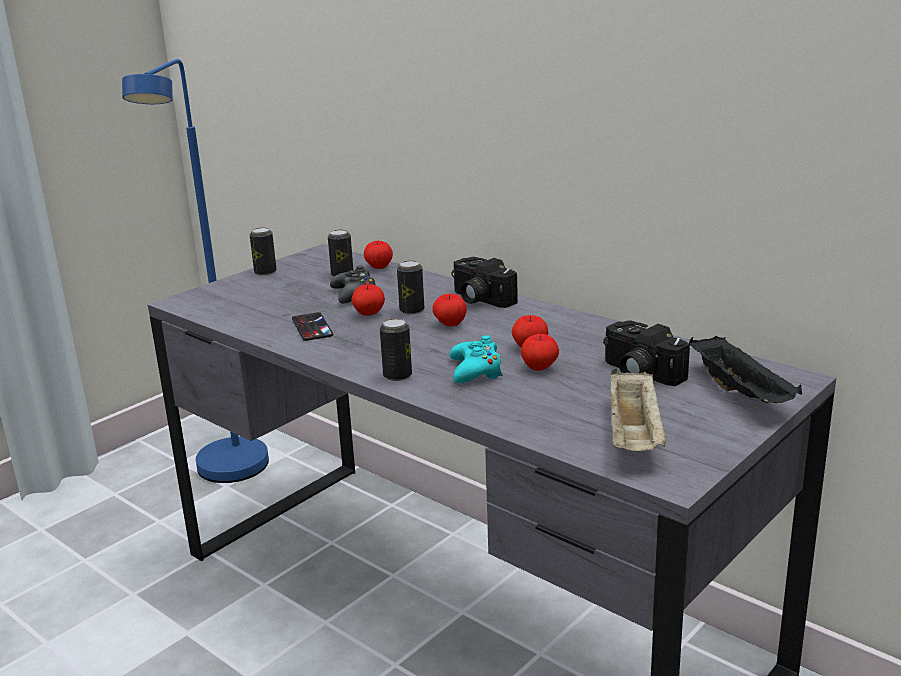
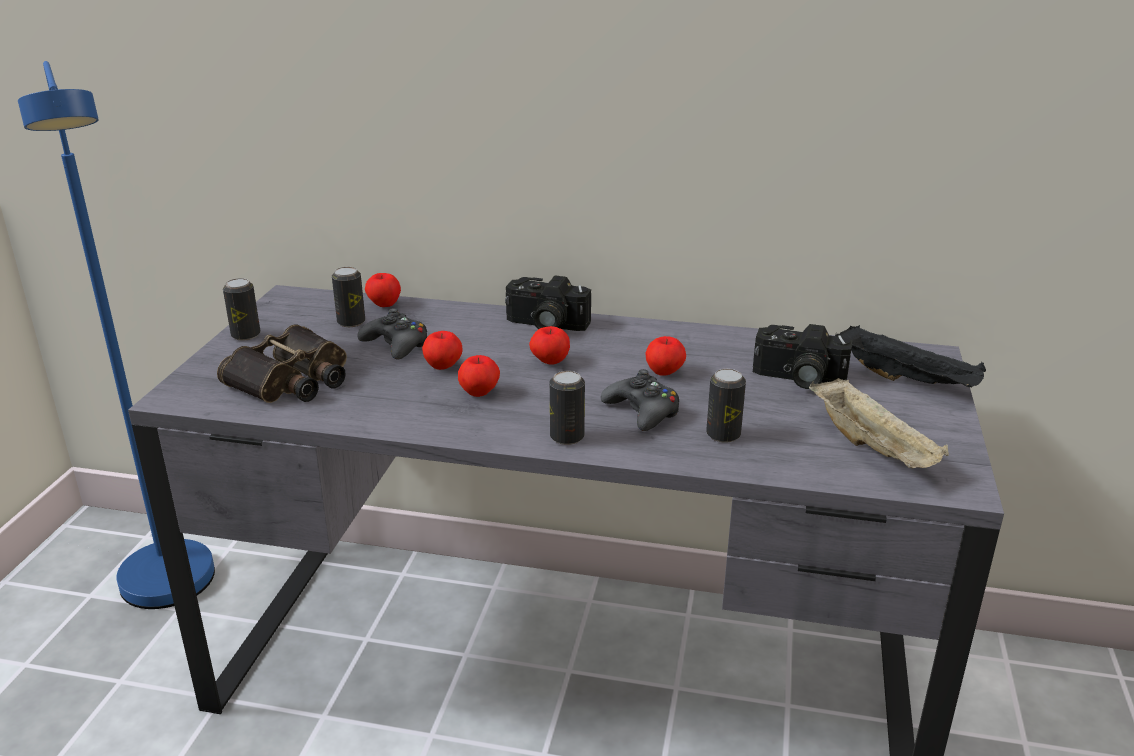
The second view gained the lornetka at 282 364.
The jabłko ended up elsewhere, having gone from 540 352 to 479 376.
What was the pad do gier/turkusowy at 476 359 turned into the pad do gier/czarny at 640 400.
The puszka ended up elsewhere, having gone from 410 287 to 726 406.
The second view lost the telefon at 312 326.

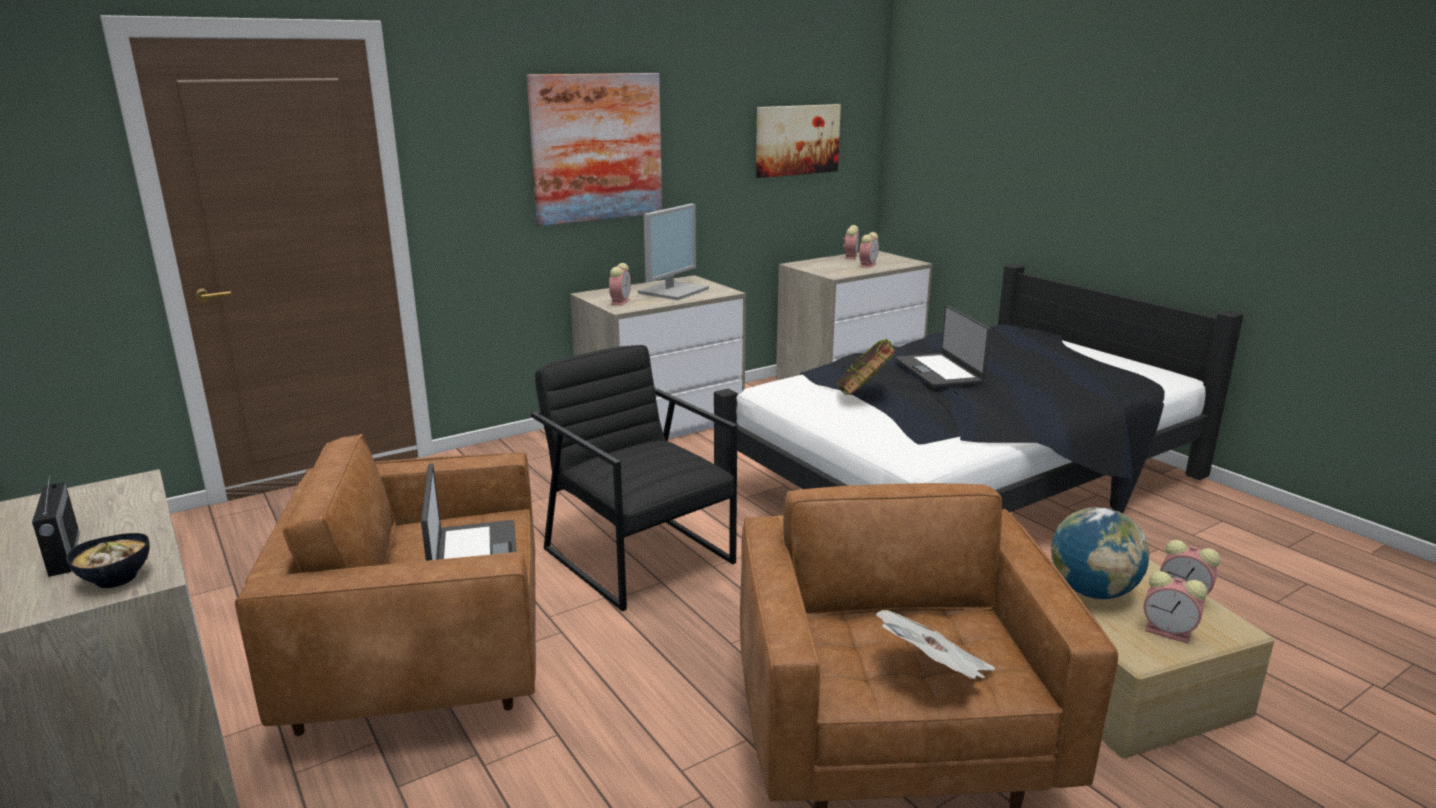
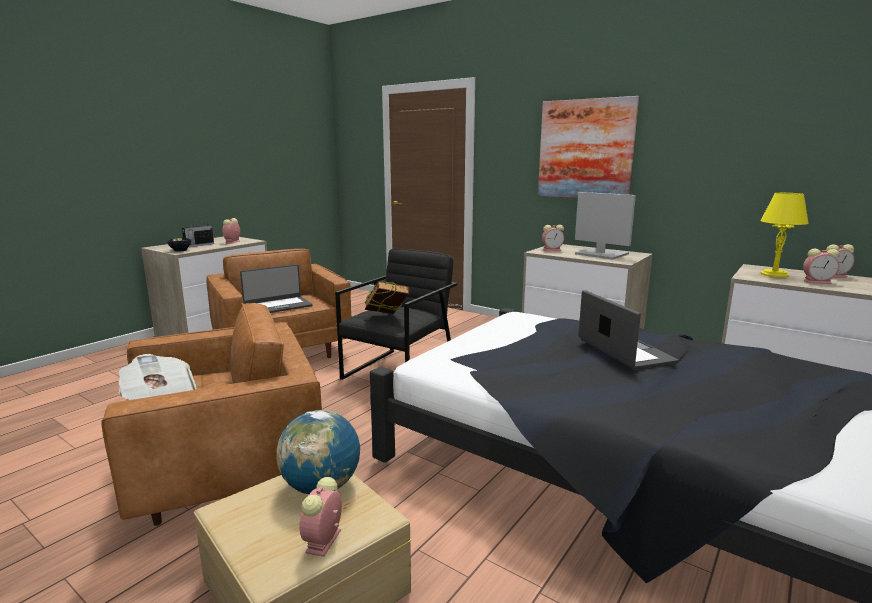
The budzik ended up elsewhere, having gone from 1175 607 to 231 231.
The książka ended up elsewhere, having gone from 866 367 to 387 297.
The monitor at 673 252 ended up facing another way, 150 degrees counterclockwise from before.
The laptop at 943 346 ended up facing another way, 105 degrees clockwise from before.
The second view gained the lampa stołowa/żółty at 784 235.
The second view lost the obraz at 798 141.

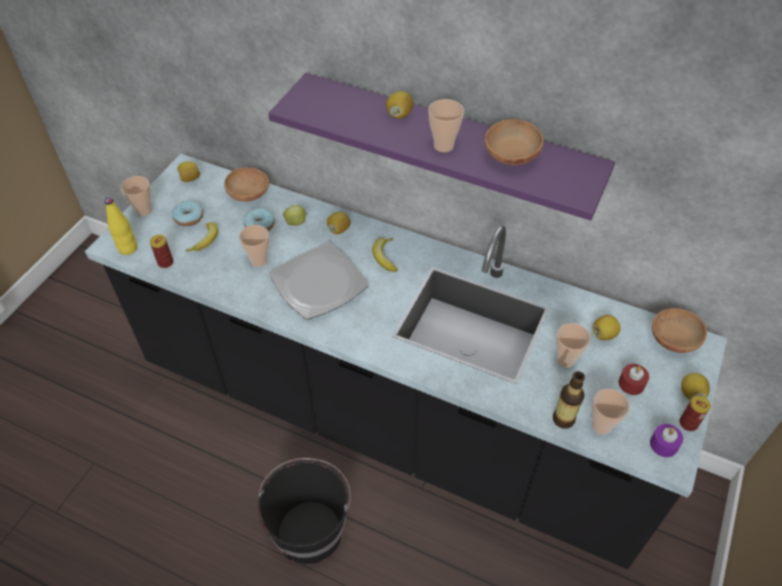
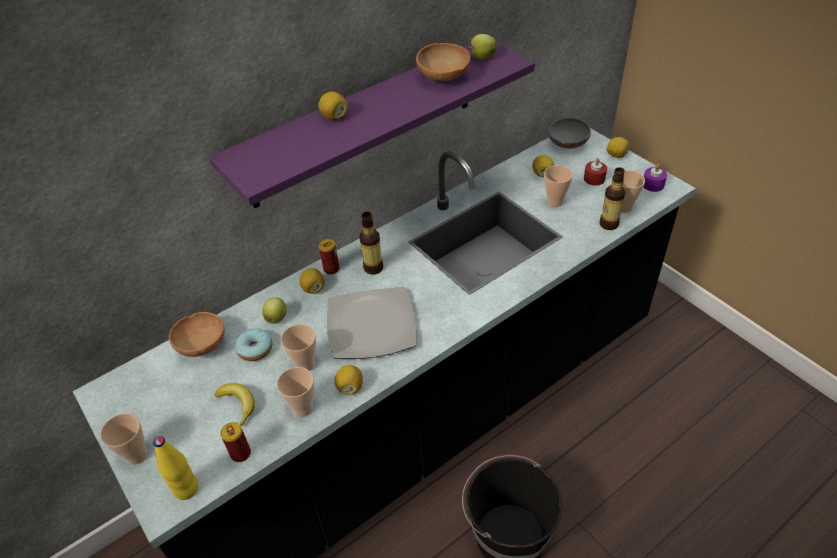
The filiżanka ended up elsewhere, having gone from 446 125 to 295 392.
The puszka ended up elsewhere, having gone from 695 413 to 329 257.
The cytryna ended up elsewhere, having gone from 188 171 to 348 380.
Where the banan stood at 384 255, the butelka came to stand at 371 243.
The second view gained the jabłko at 482 47.
What was the miska/brązowy at 679 330 turned into the miska/szary at 569 133.
The second view lost the donut at 187 213.

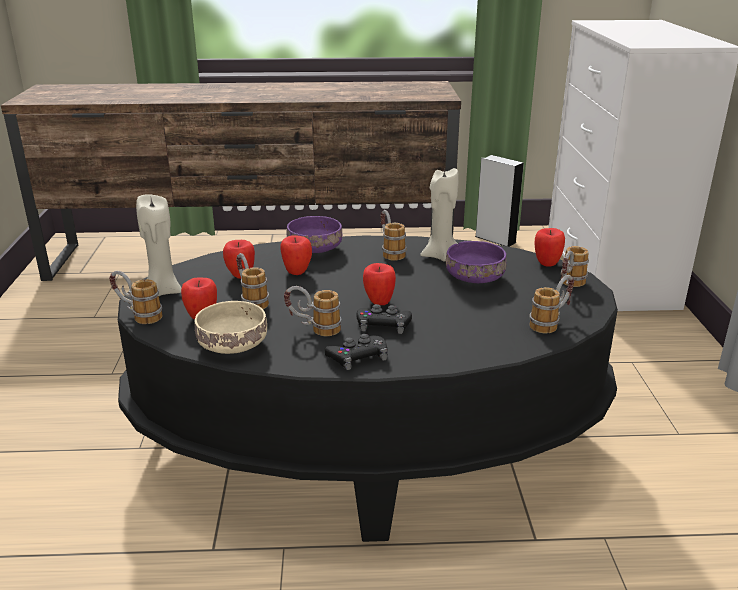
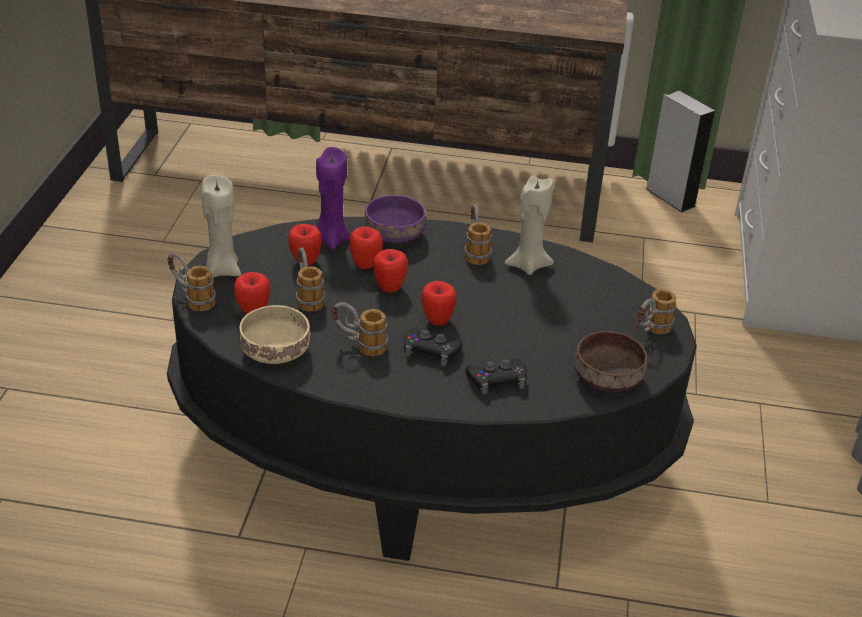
The second view gained the świeca/fioletowy at 333 198.
The jabłko ended up elsewhere, having gone from 550 247 to 390 271.
The pad do gier/czarny ended up elsewhere, having gone from 355 352 to 496 376.
Where the kubek stood at 551 304, the miska/brązowy came to stand at 610 361.
The second view lost the miska/fioletowy at 476 262.

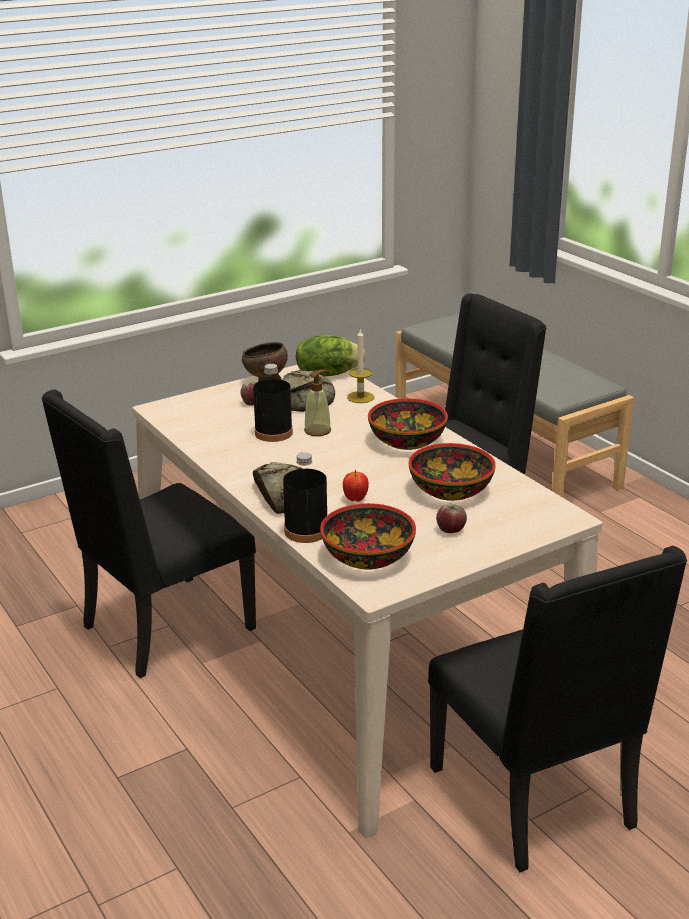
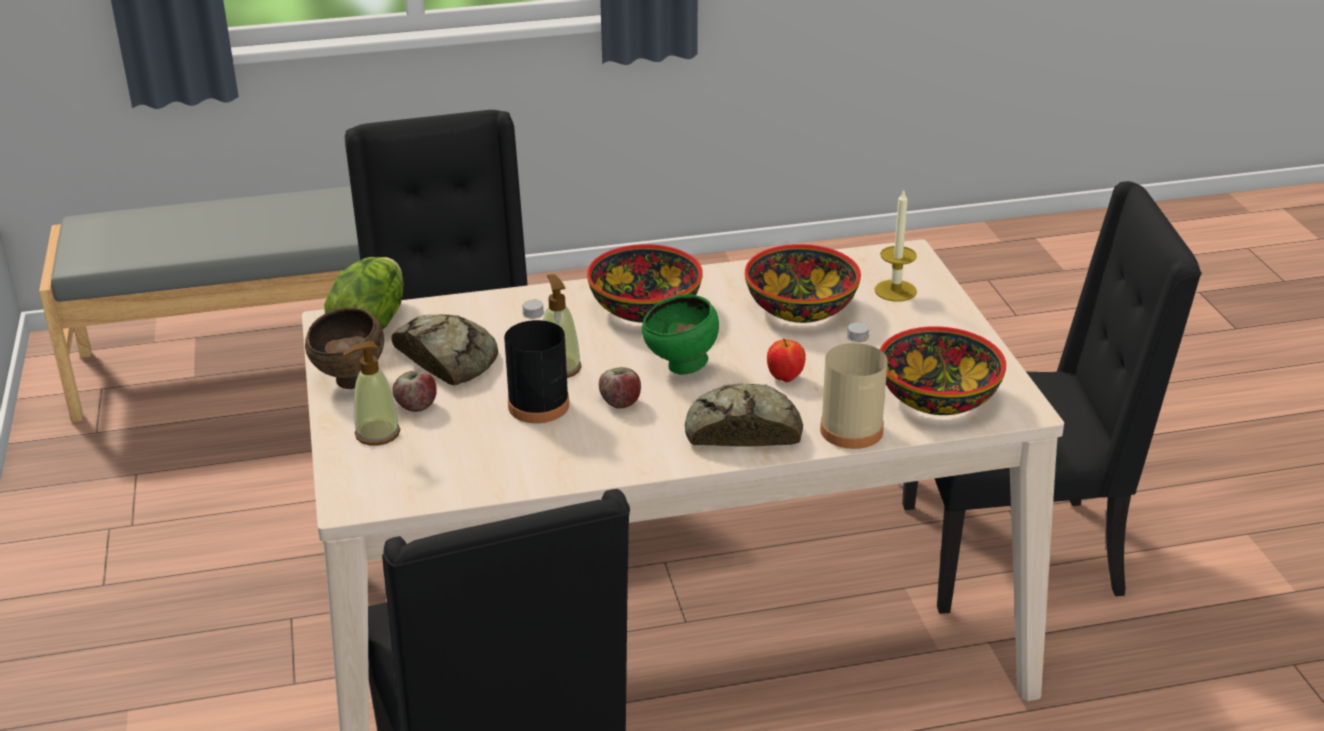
The second view gained the dozownik mydła at 371 393.
The jabłko ended up elsewhere, having gone from 451 518 to 620 388.
The second view gained the miska/zielony at 680 334.
What was the butelka/czarny at 305 497 turned into the butelka/beżowy at 853 385.
The świeca ended up elsewhere, having gone from 360 365 to 896 245.

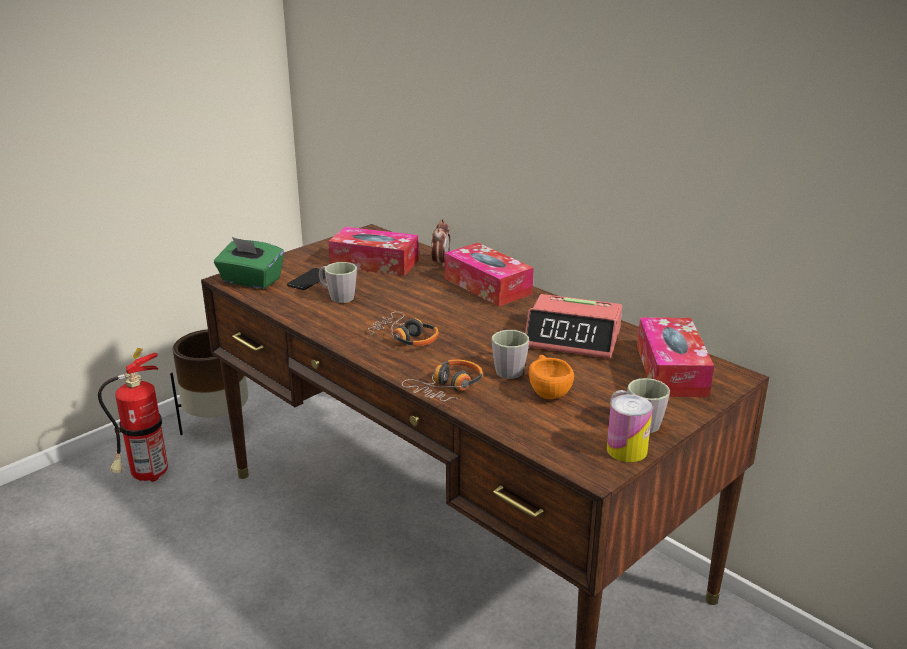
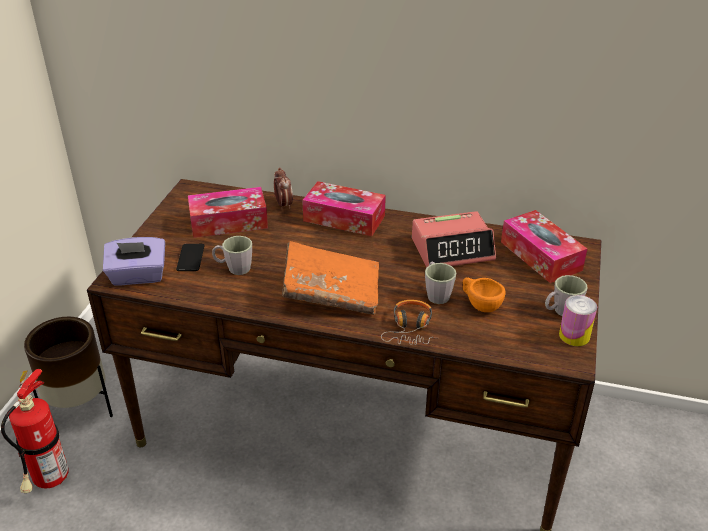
What was the pudełko chusteczek/zielony at 249 263 turned into the pudełko chusteczek/fioletowy at 134 261.
Where the słuchawki stood at 403 329, the książka/pomarańczowy came to stand at 330 278.

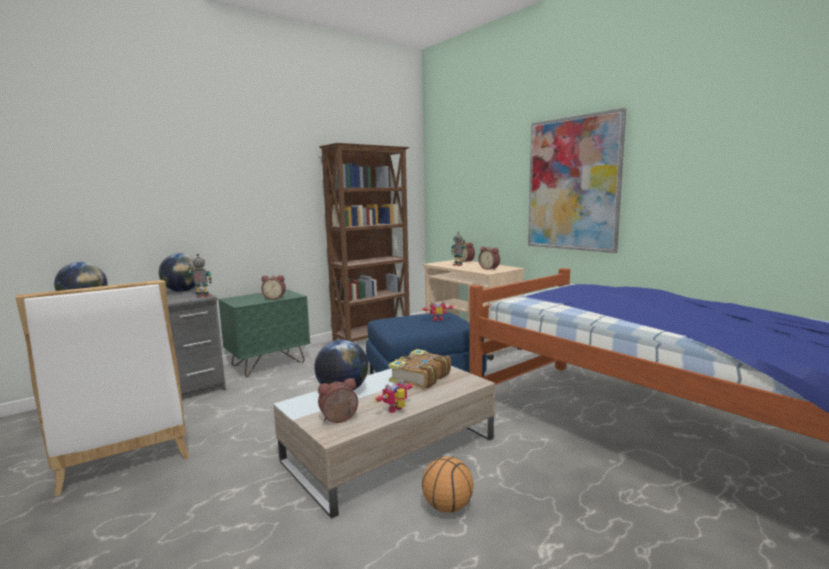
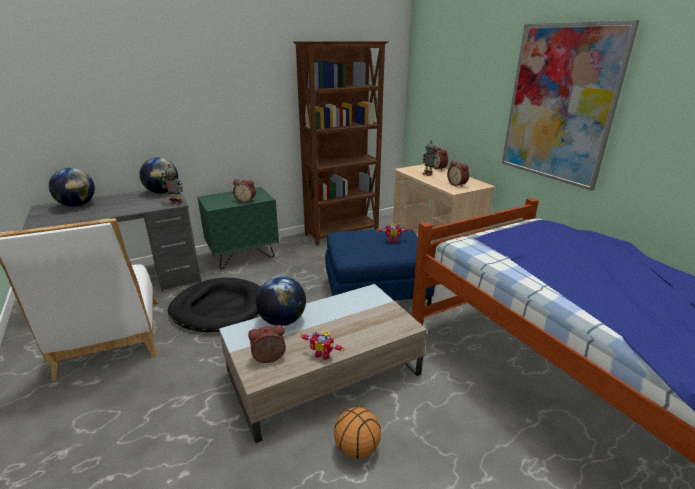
The second view gained the legowisko/czarny at 214 305.
The robot zabawkowy at 394 396 ended up facing another way, 120 degrees counterclockwise from before.
The second view lost the książka at 419 369.

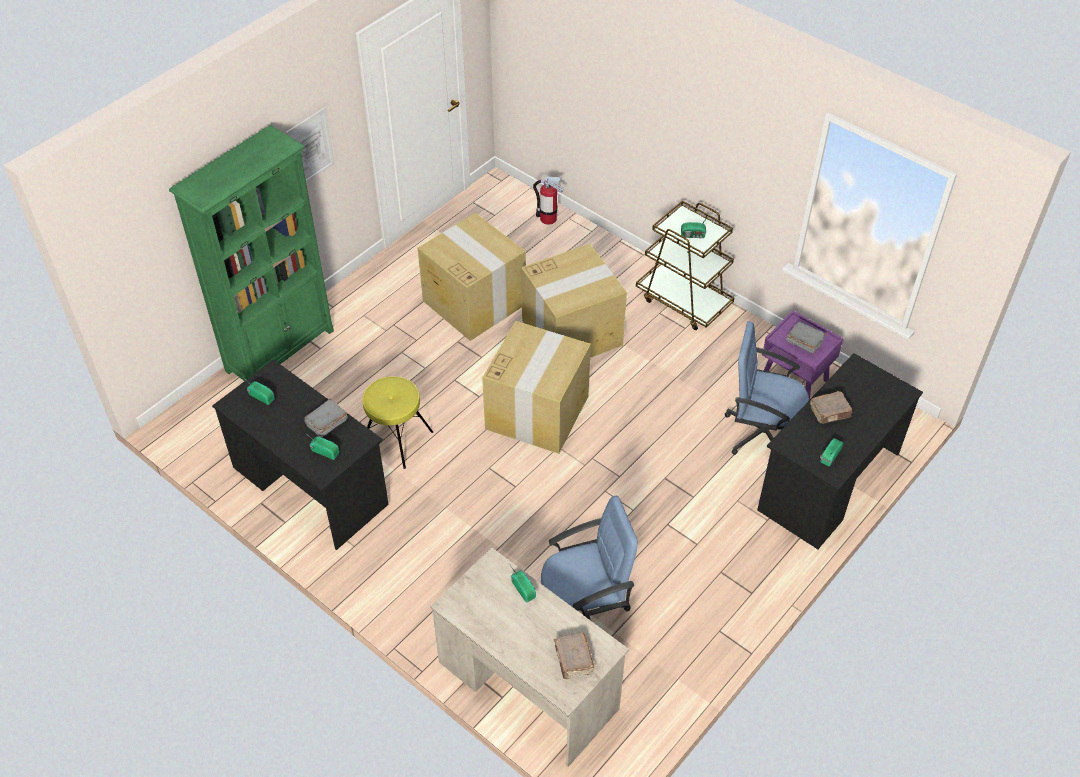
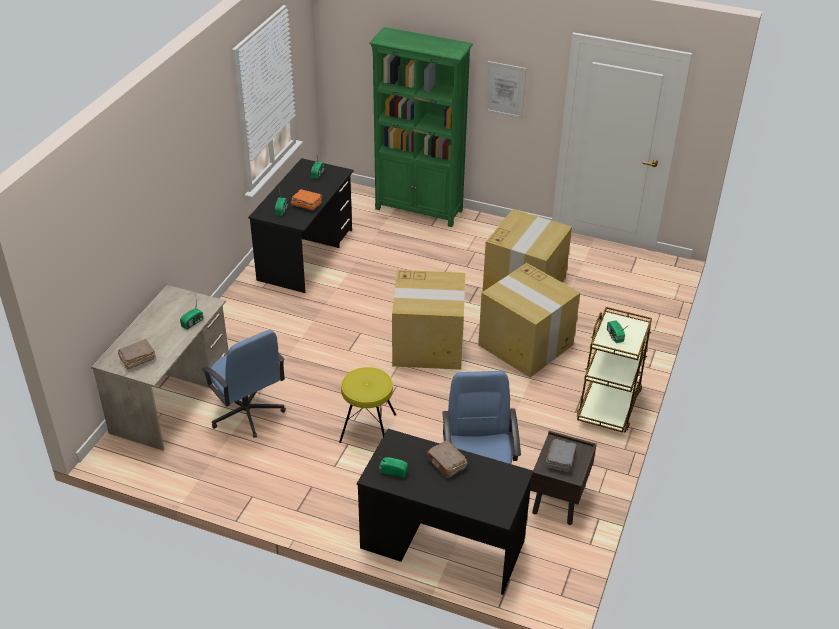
What was the książka/szary at 326 418 turned into the książka/pomarańczowy at 306 200.
The stołek/żółty ended up elsewhere, having gone from 398 422 to 367 405.
What was the szafka nocna/fioletowy at 803 354 turned into the szafka nocna/brązowy at 563 478.
The second view lost the gaśnica at 548 201.

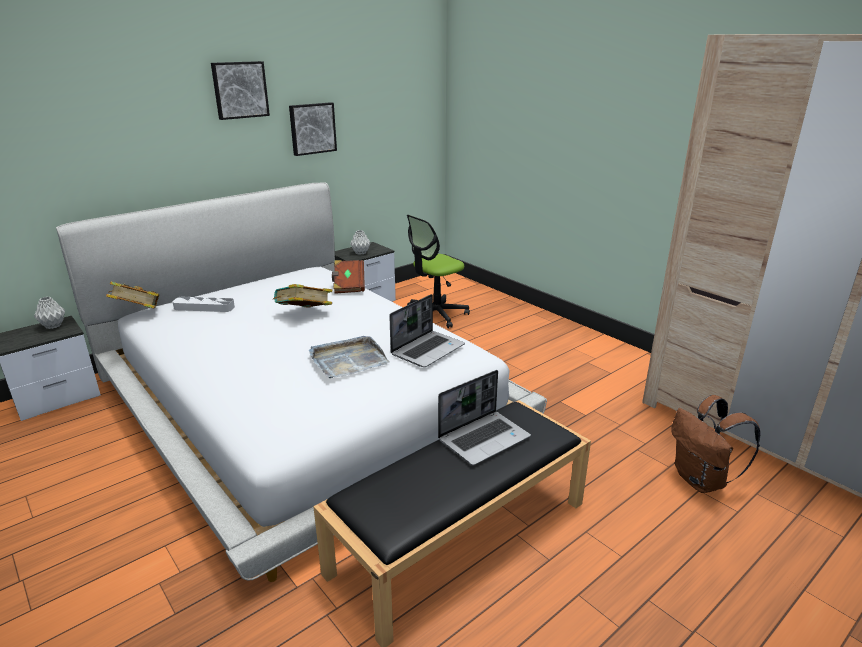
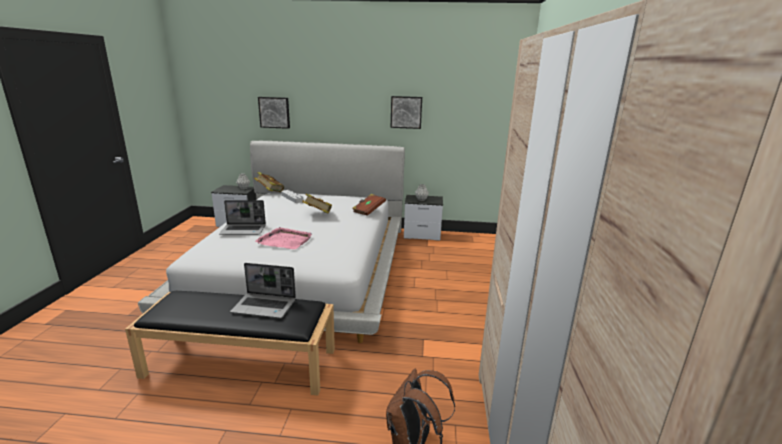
The laptop ended up elsewhere, having gone from 427 330 to 242 217.
What was the taca/szary at 349 357 turned into the taca/różowy at 283 238.
The obraz ended up elsewhere, having gone from 240 90 to 274 113.
The second view lost the krzesło biurowe at 438 271.

